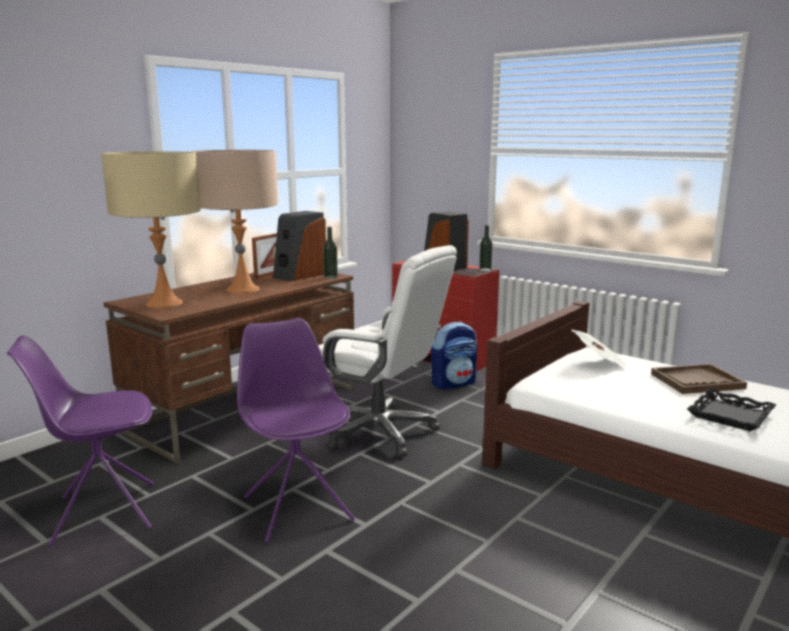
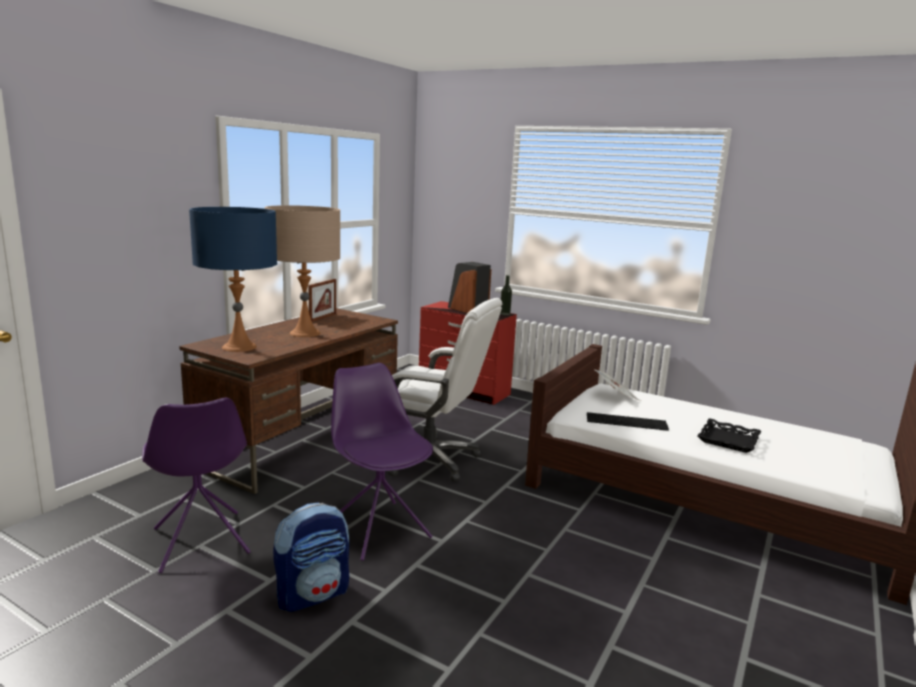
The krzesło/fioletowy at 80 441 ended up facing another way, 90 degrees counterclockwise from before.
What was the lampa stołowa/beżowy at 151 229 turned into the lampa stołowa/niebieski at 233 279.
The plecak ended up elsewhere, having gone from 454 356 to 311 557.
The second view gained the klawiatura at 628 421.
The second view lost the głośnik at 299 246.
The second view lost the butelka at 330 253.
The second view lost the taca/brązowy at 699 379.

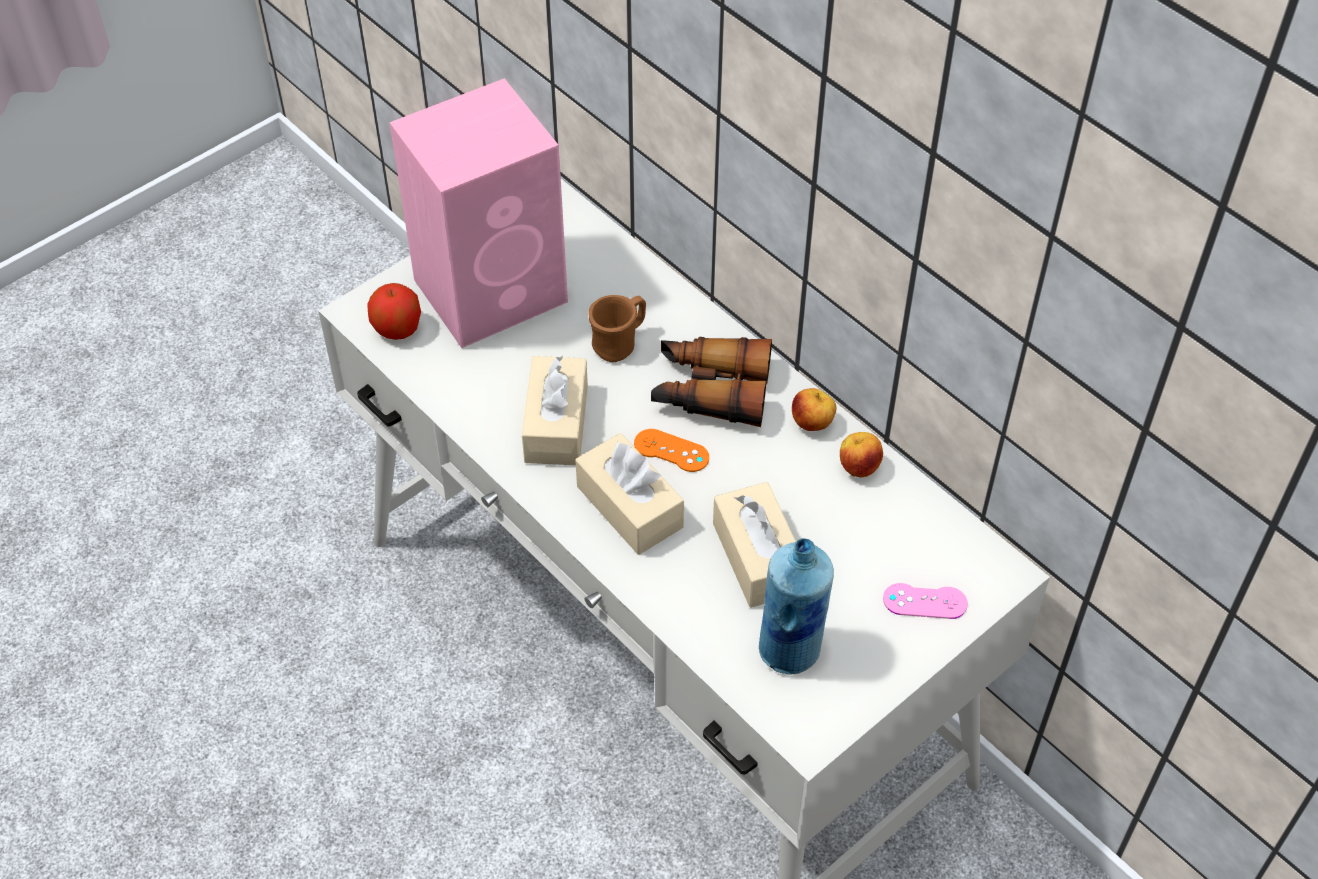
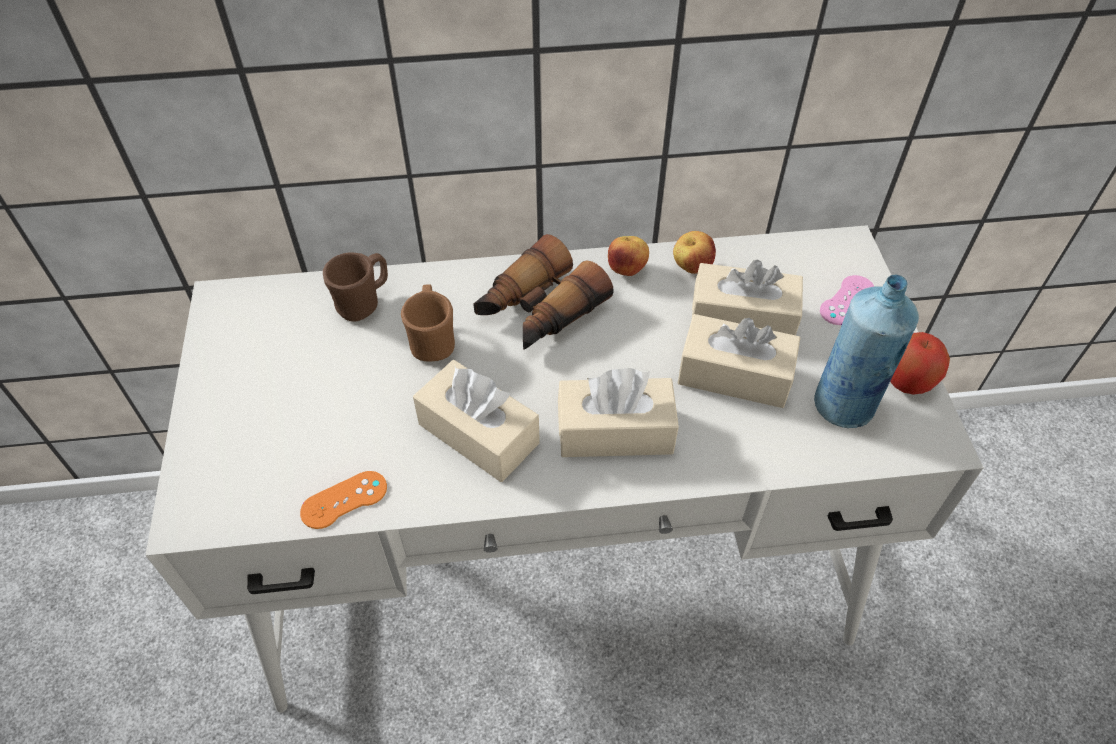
The pad do gier/pomarańczowy ended up elsewhere, having gone from 671 450 to 343 500.
The second view gained the kubek/brązowy at 355 287.
The second view gained the pudełko chusteczek/beżowy at 747 297.
The jabłko ended up elsewhere, having gone from 394 311 to 920 363.
The second view lost the głośnik/różowy at 478 213.

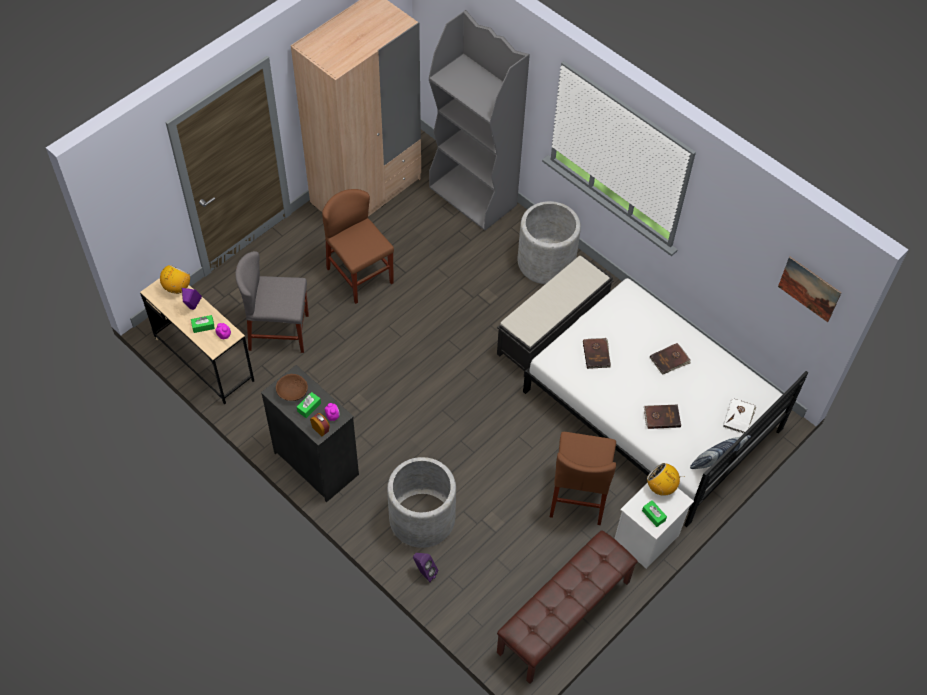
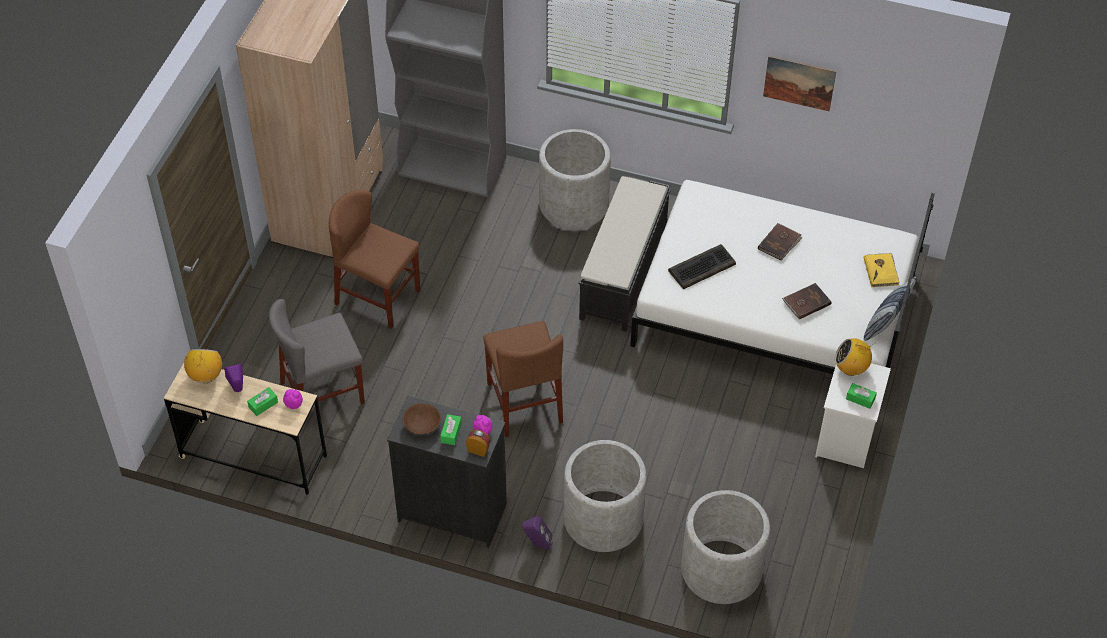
The krzesło/brązowy ended up elsewhere, having gone from 583 478 to 523 379.
The głośnik/fioletowy ended up elsewhere, having gone from 425 567 to 537 533.
Where the książka/brązowy stood at 597 353, the klawiatura came to stand at 702 266.
The second view gained the donica/szary at 725 547.
The obraz ended up elsewhere, having gone from 809 289 to 799 83.
What was the książka/biały at 739 416 turned into the książka/żółty at 882 270.
The second view lost the ławka/brązowy at 567 607.

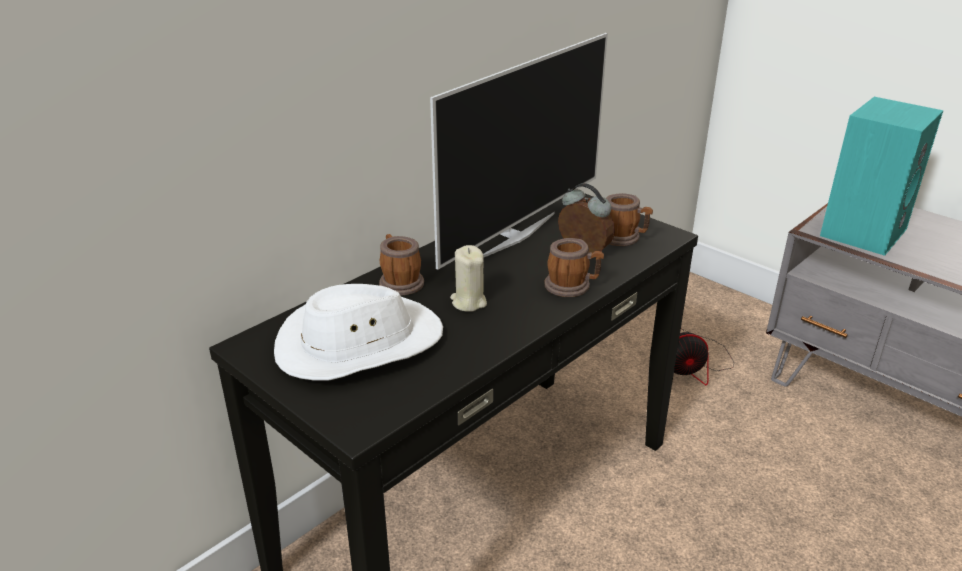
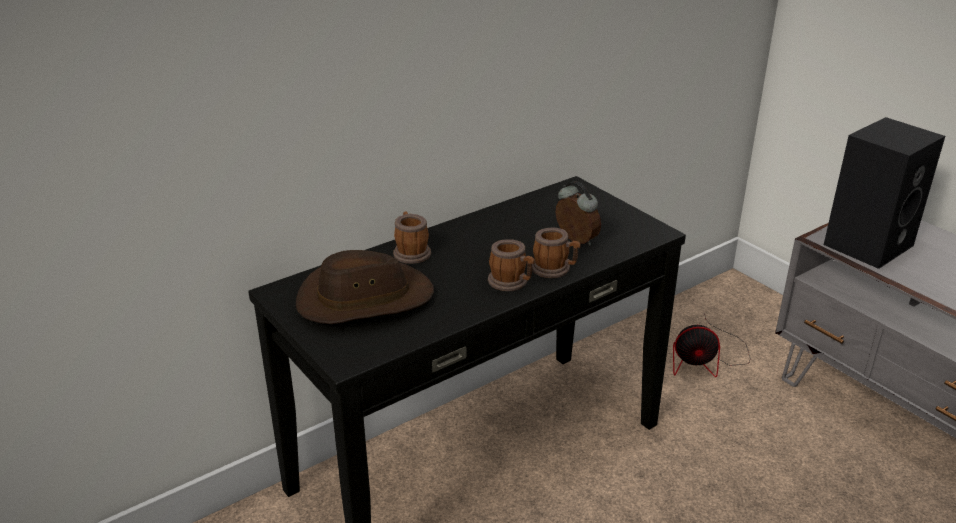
What was the kapelusz/biały at 358 332 turned into the kapelusz/brązowy at 365 287.
The kubek ended up elsewhere, having gone from 629 219 to 511 265.
What was the głośnik/turkusowy at 881 176 turned into the głośnik/czarny at 884 193.
The second view lost the telewizor at 519 151.
The second view lost the świeca/beżowy at 468 278.

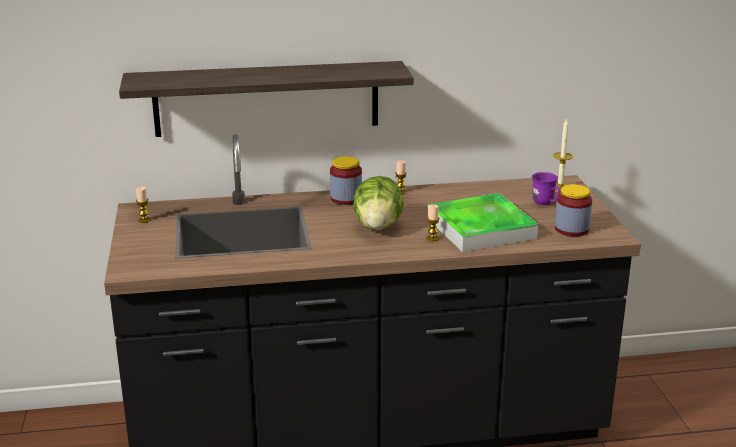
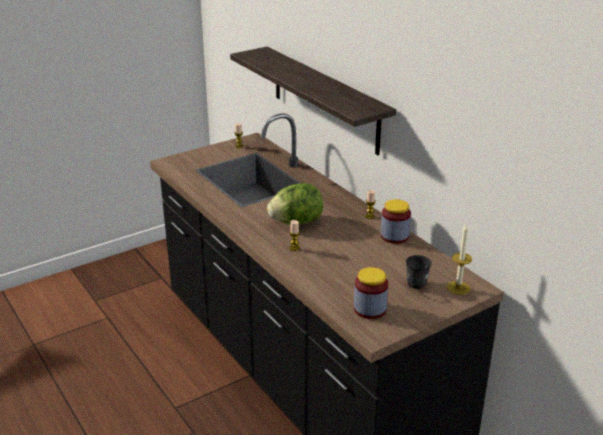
The słoik ended up elsewhere, having gone from 346 180 to 396 221.
What was the kubek/fioletowy at 546 188 turned into the kubek/szary at 418 272.
The second view lost the taca at 483 222.

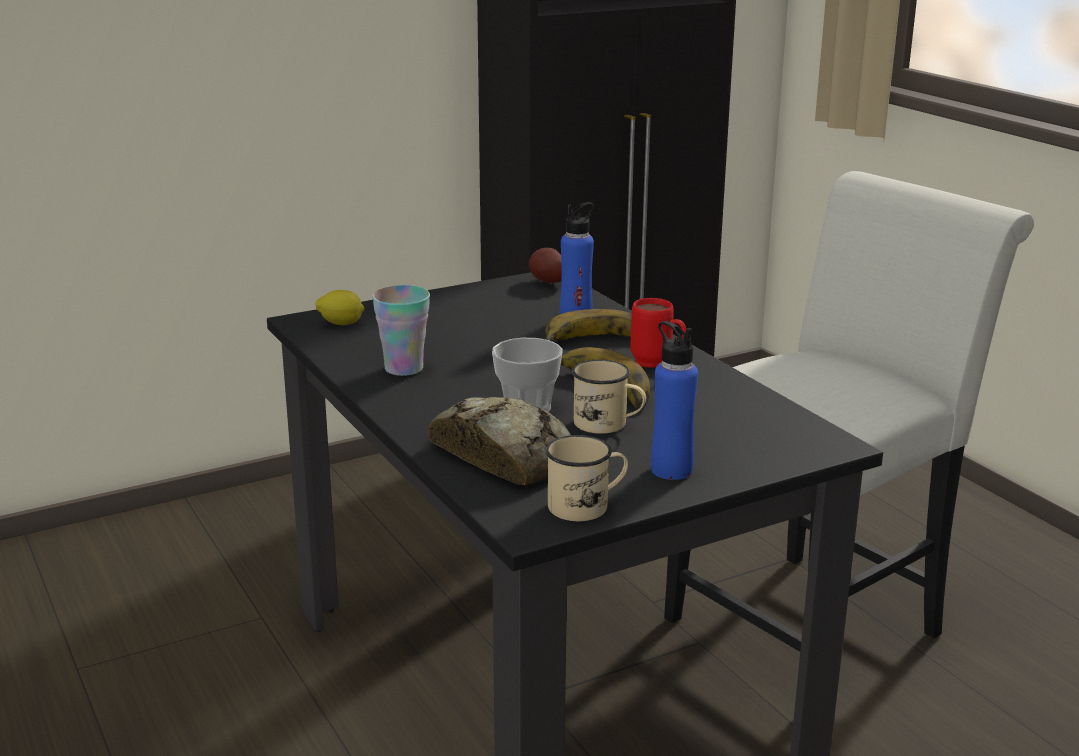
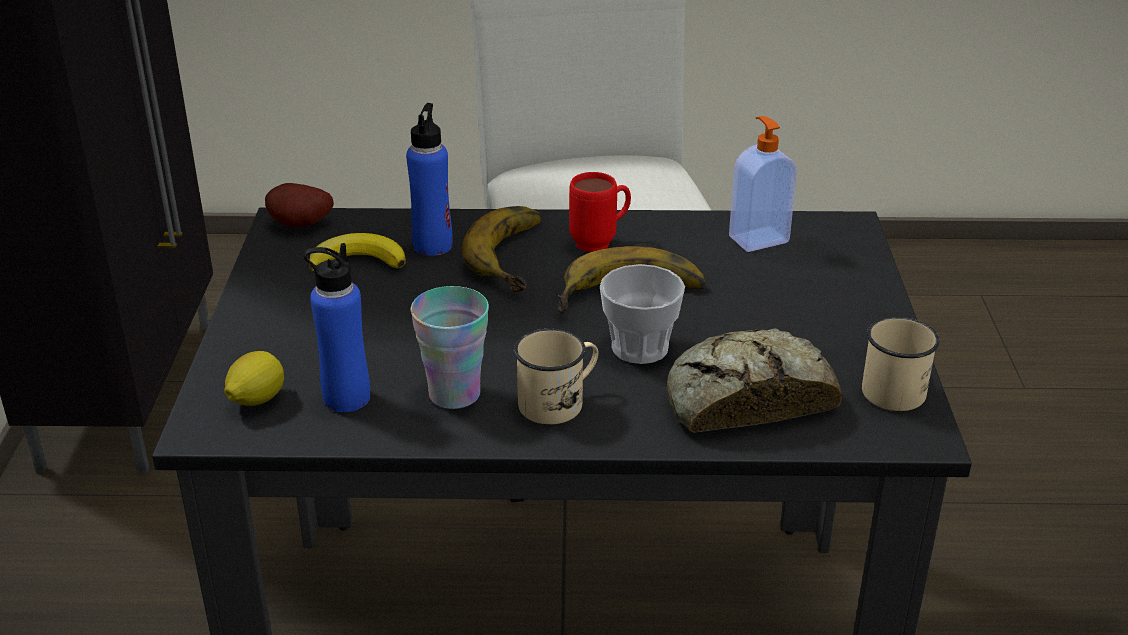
The butelka/niebieski ended up elsewhere, having gone from 674 400 to 337 327.
The second view gained the banan at 357 252.
The kubek/beżowy ended up elsewhere, having gone from 609 397 to 556 377.
The second view gained the dozownik mydła at 763 184.

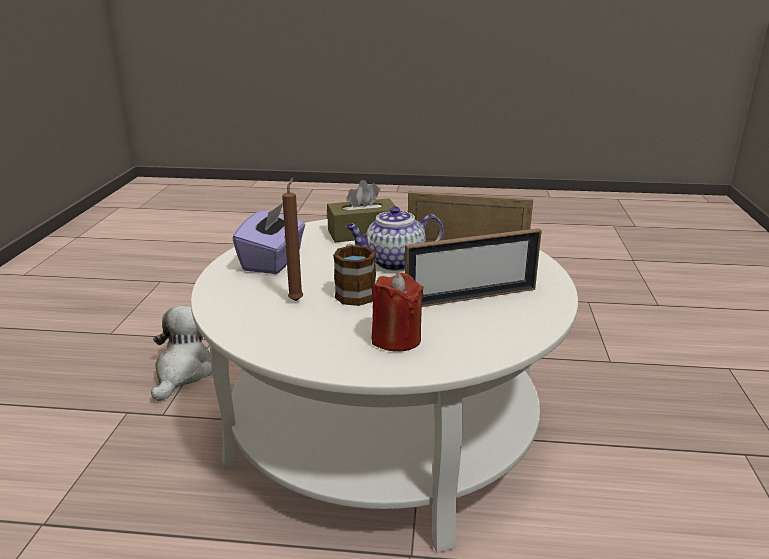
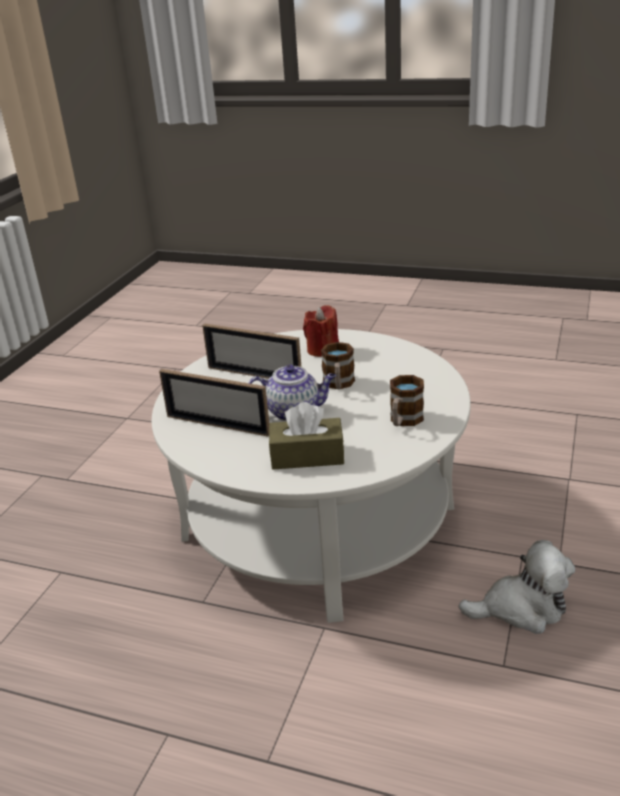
The ramka na zdjęcie at 473 267 ended up facing another way, 150 degrees counterclockwise from before.
Where the pudełko chusteczek/fioletowy stood at 269 238, the kubek came to stand at 407 400.
The pluszak at 182 353 ended up facing another way, 120 degrees counterclockwise from before.
The second view lost the świeca/brązowy at 292 239.

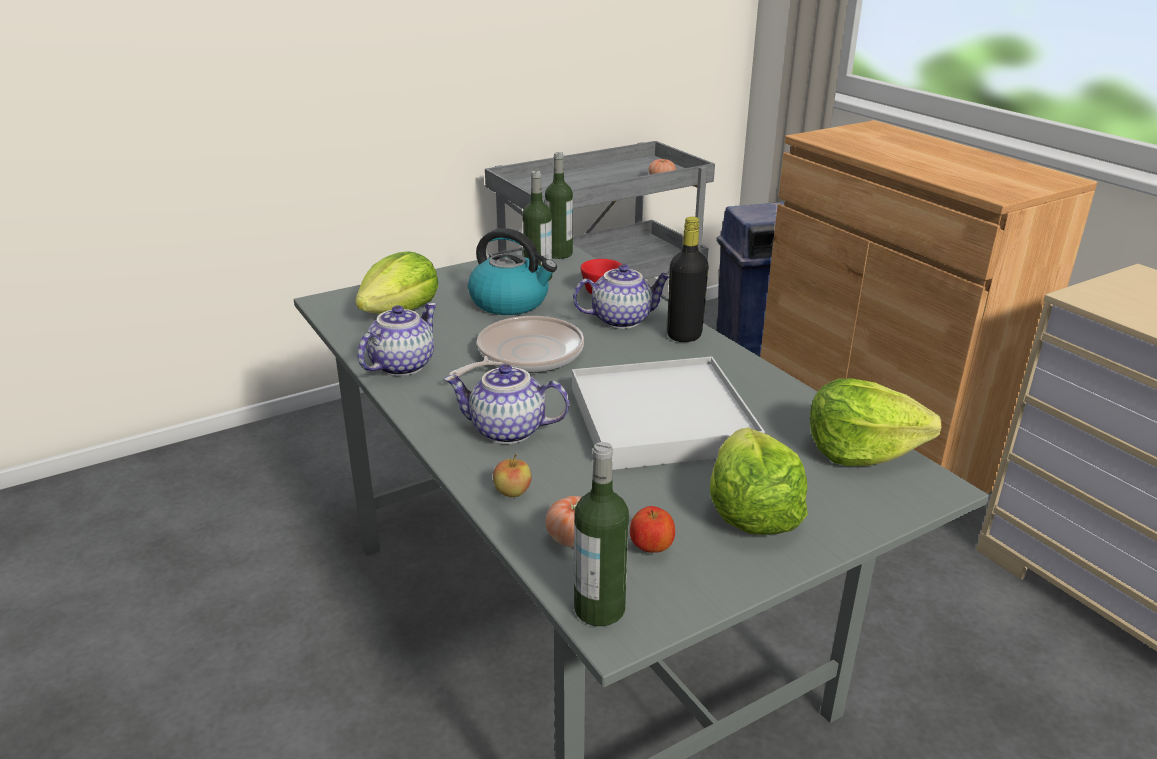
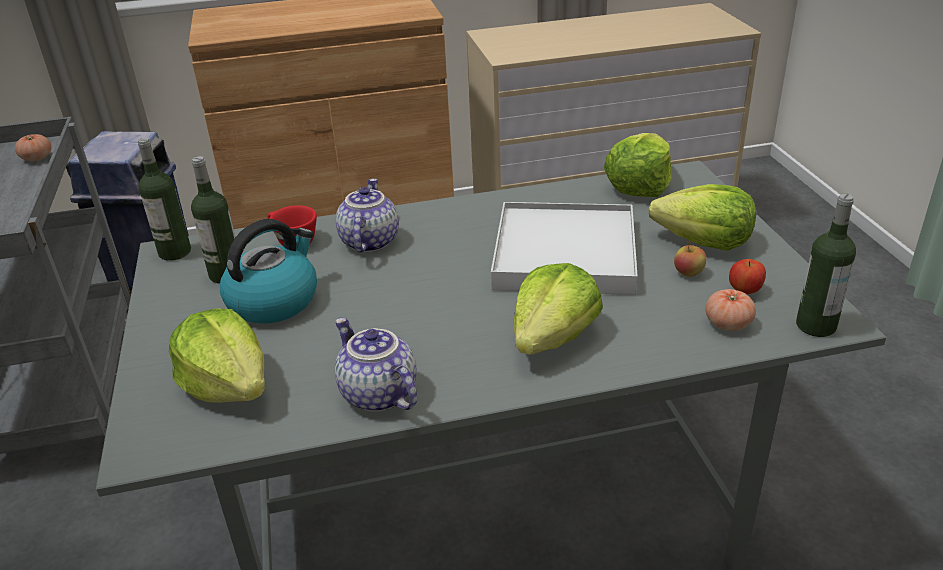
Where the imbryk stood at 507 404, the sałata came to stand at 558 309.
The jabłko ended up elsewhere, having gone from 512 475 to 690 259.
The second view lost the patelnia at 516 346.
The second view lost the butelka/czarny at 688 279.

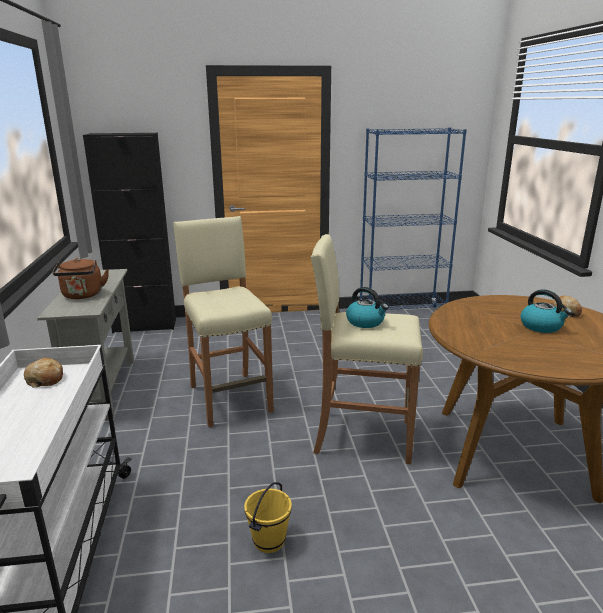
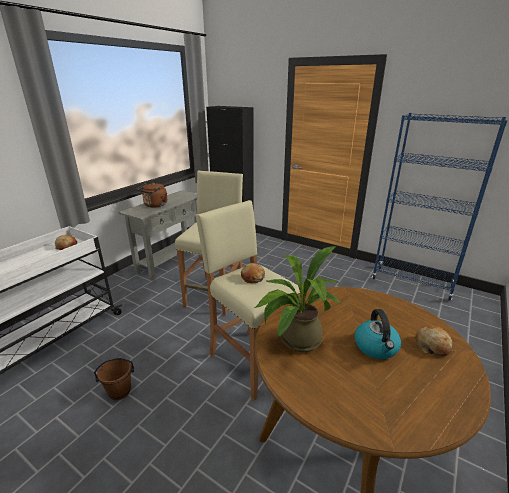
What was the wiadro/żółty at 268 517 turned into the wiadro/brązowy at 114 379.
Where the czajnik stood at 367 307, the chleb came to stand at 253 273.
The second view gained the roślina doniczkowa at 297 299.

